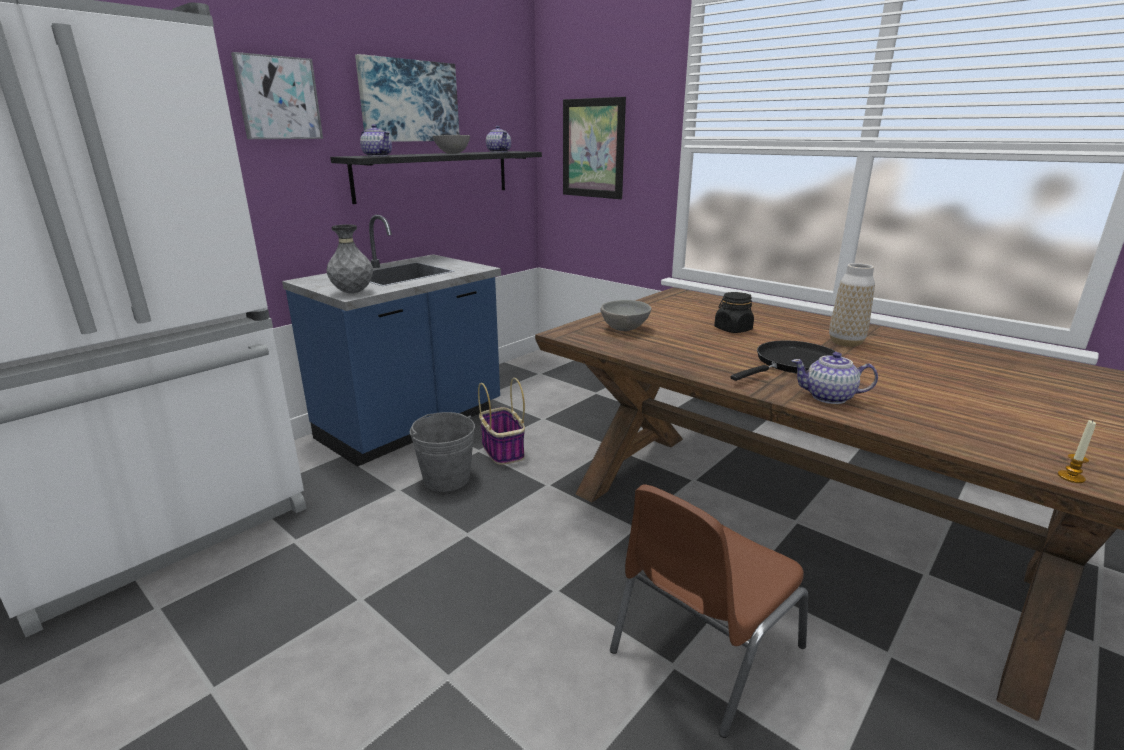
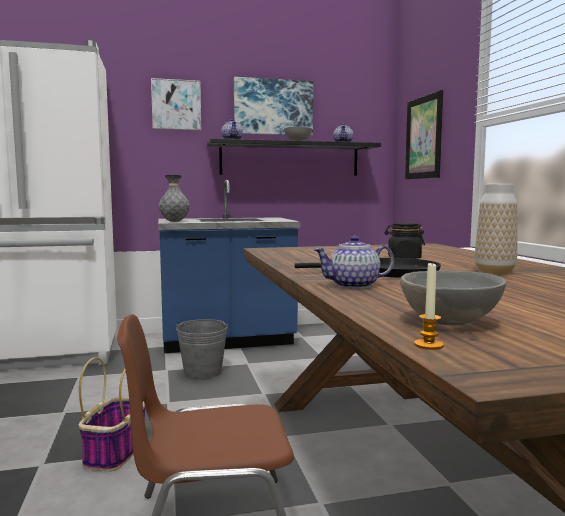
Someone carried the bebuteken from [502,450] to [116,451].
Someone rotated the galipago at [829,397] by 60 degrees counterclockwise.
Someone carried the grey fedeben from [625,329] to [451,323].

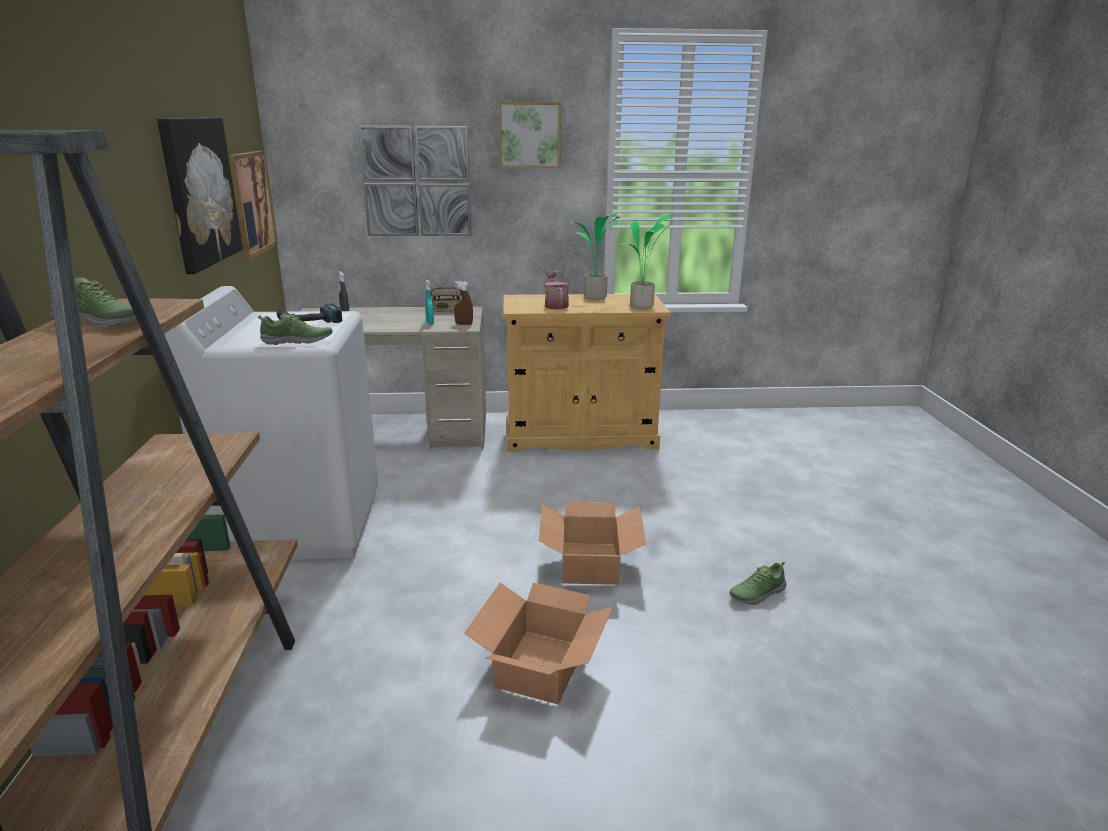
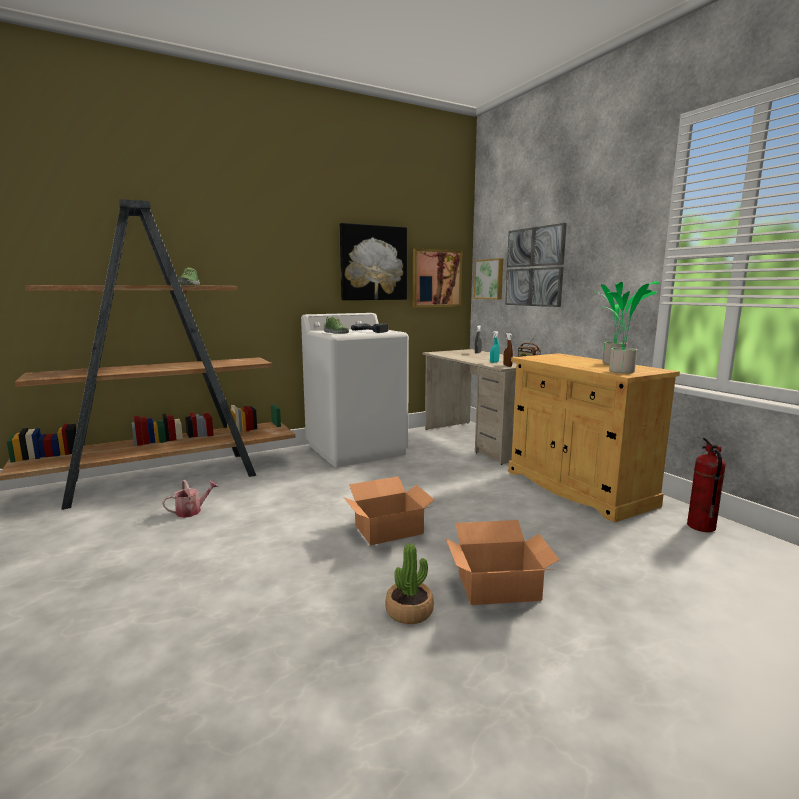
Someone carried the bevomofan from [555,305] to [192,511].
Someone swapped the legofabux at [756,593] for the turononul at [409,611].
Someone carried the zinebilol from [542,665] to [499,586].
Someone carried the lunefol from [529,135] to [489,279].
Someone put down the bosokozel at [700,526].

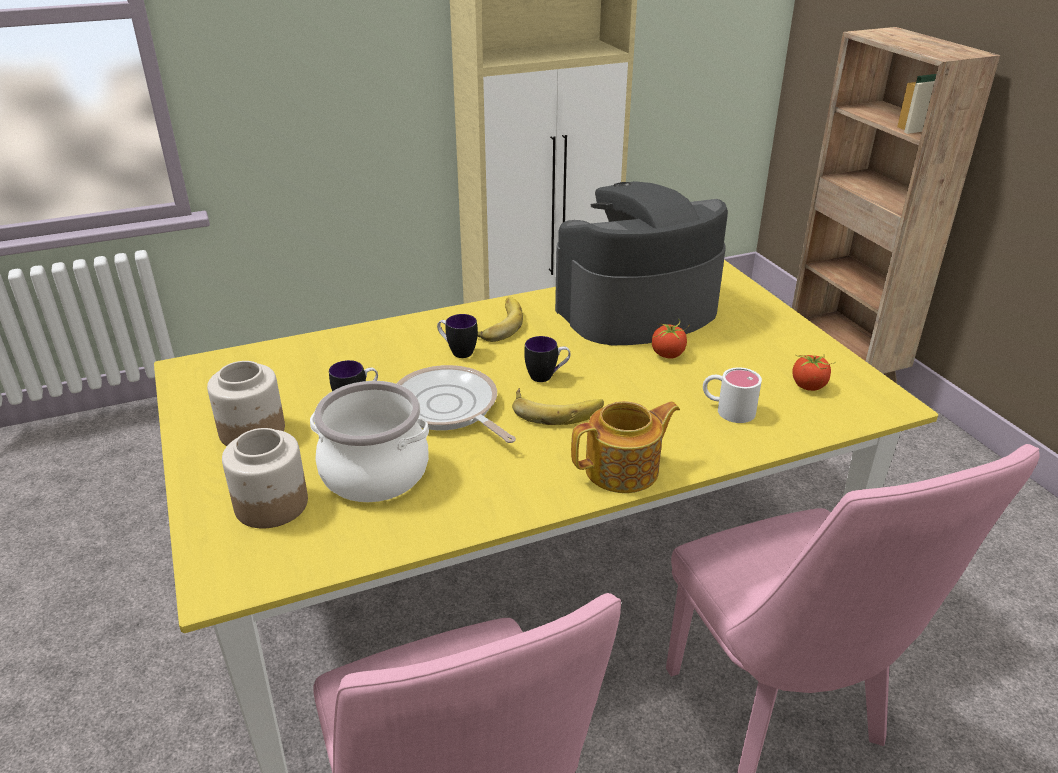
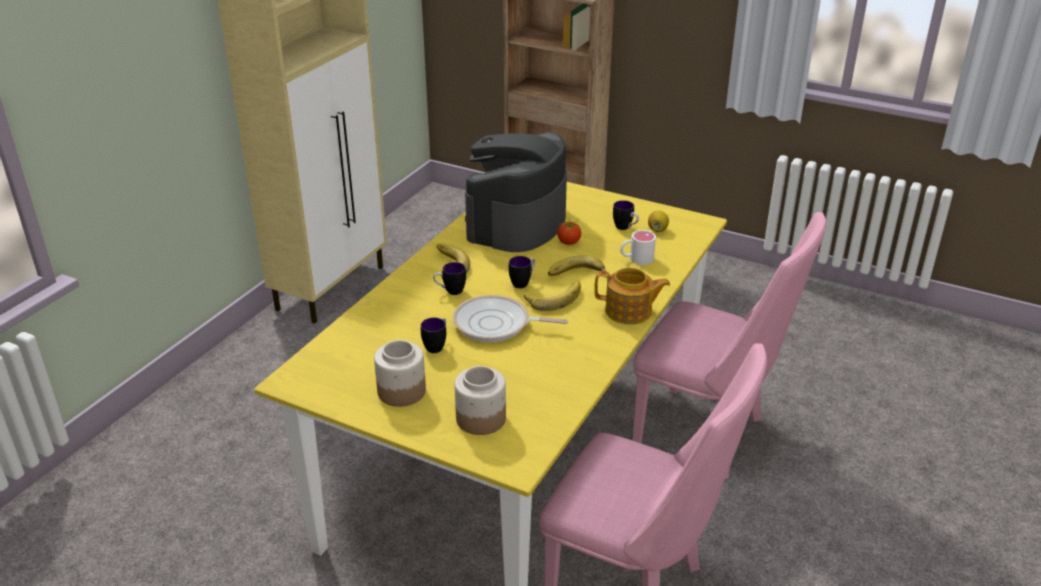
Someone put down the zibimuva at [577,275].
Someone rotated the galipago at [624,470] by 75 degrees clockwise.
Someone put down the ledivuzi at [625,228].
Someone swapped the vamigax at [809,386] for the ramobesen at [657,229].
Someone took away the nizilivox at [374,473].

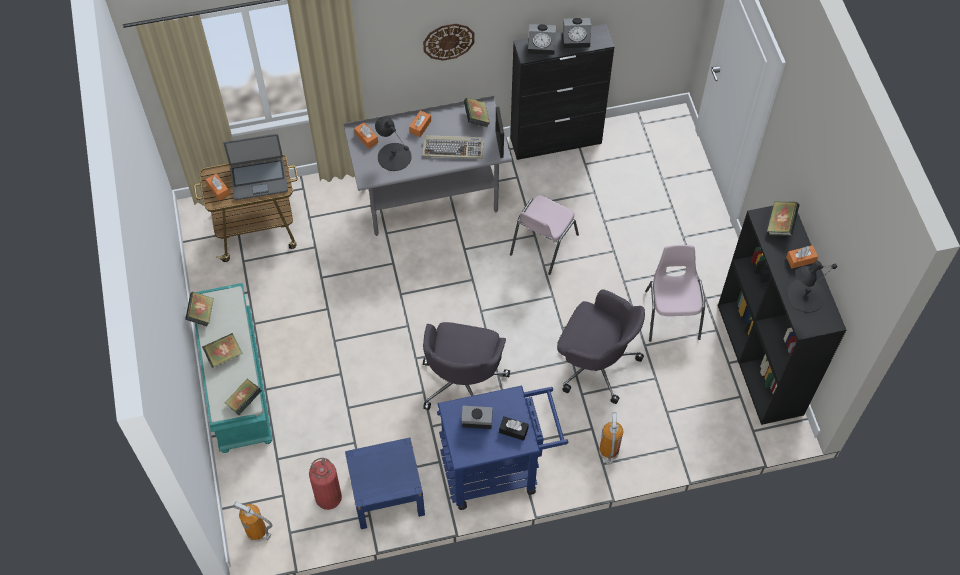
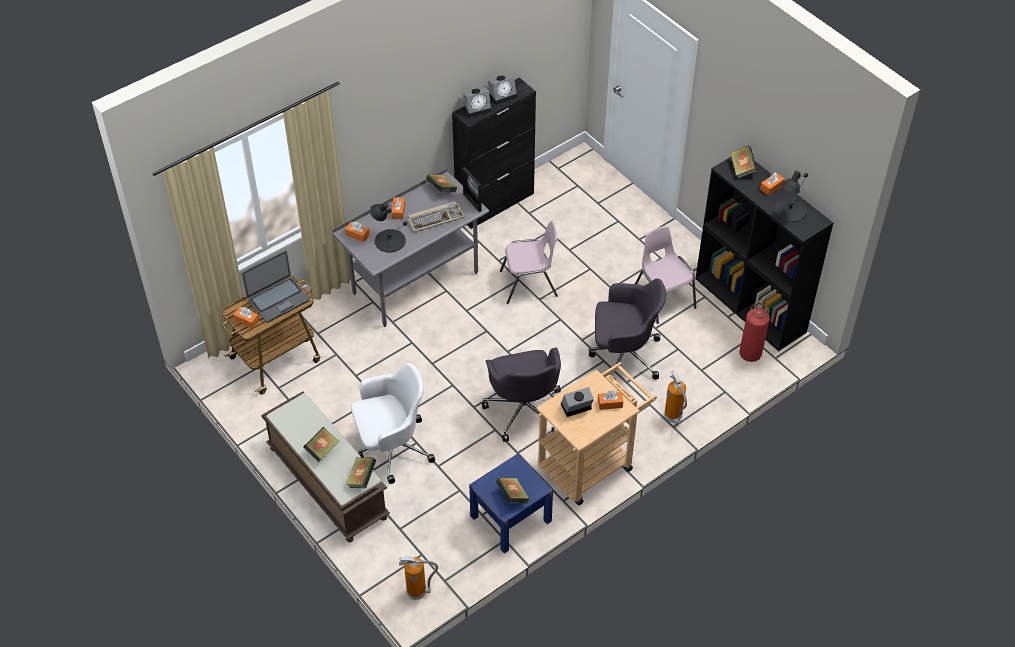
Someone repainted the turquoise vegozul at [235,380], which became the brown vegozul at [326,482].
Someone put down the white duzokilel at [391,448].
Someone carried the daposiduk from [201,314] to [512,496].
Someone rotated the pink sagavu at [542,245] by 105 degrees counterclockwise.
Someone repainted the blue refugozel at [498,468], which became the beige refugozel at [591,463].
Someone repainted the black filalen at [513,430], which became the orange filalen at [610,403].
Someone carried the bosokozel from [328,498] to [750,354].
Someone took away the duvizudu at [448,41].

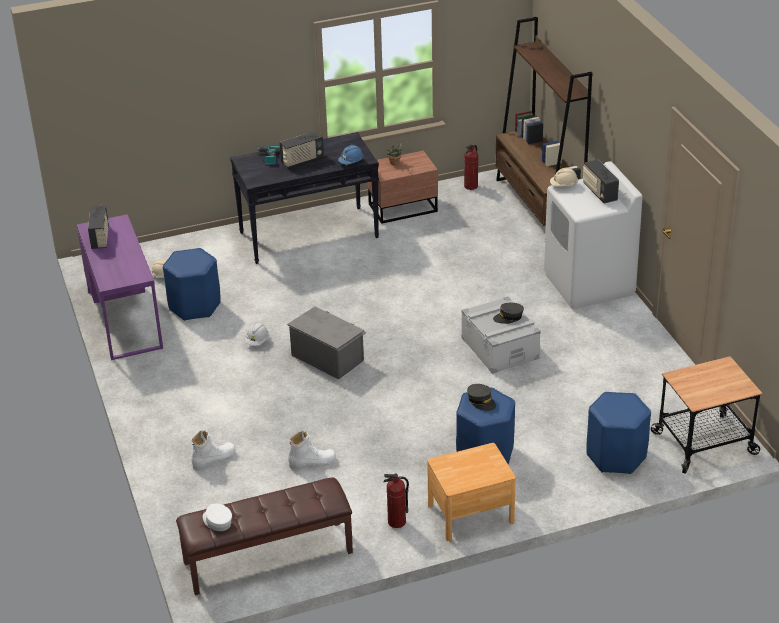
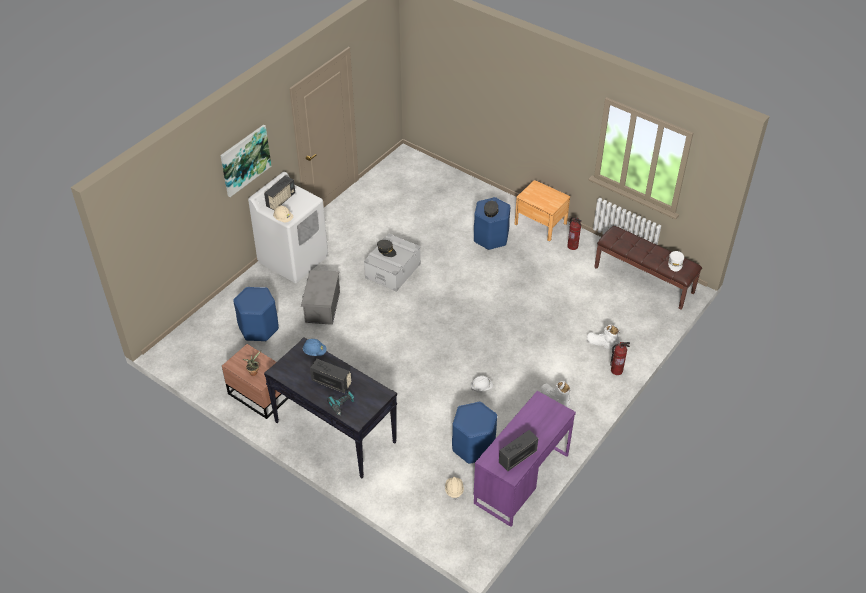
Someone put up the lunefol at [245,160].
Someone carried the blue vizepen from [616,456] to [259,328].
Someone carried the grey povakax from [328,357] to [322,307].
Someone carried the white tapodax from [312,462] to [554,398].
Someone carried the bosokozel from [471,186] to [616,370].
Someone took away the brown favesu at [538,207].
Someone took away the refugozel at [704,444].

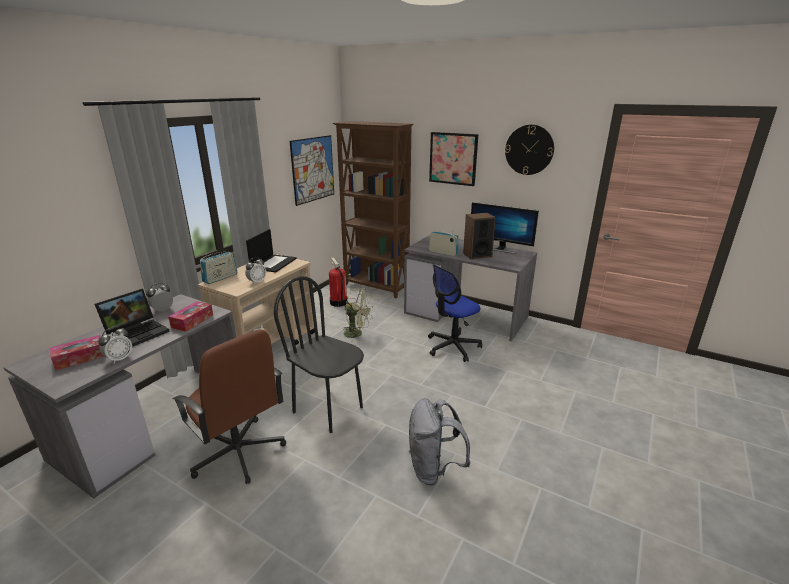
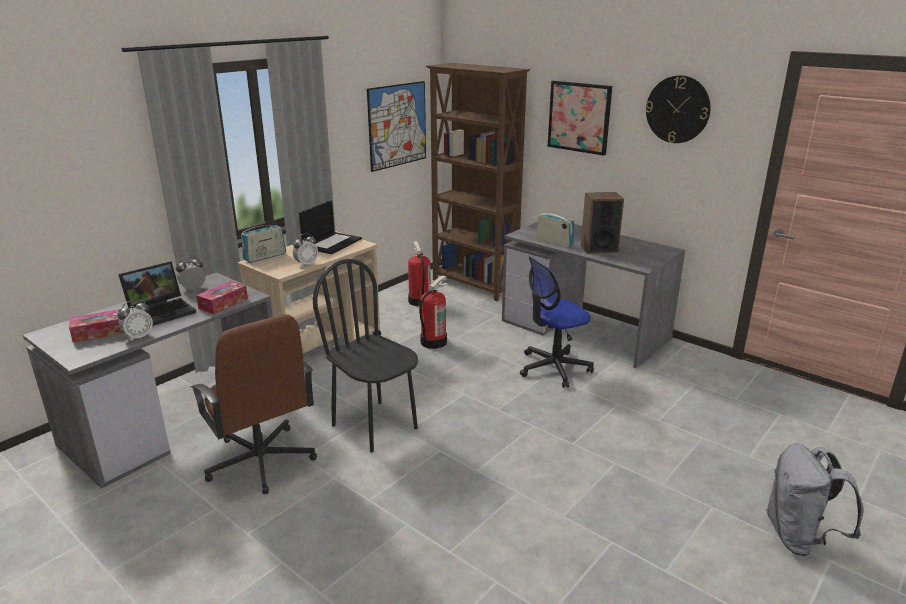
Someone swapped the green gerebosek at [357,334] for the bosokozel at [433,342].
Someone carried the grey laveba from [434,469] to [799,538].
Someone took away the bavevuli at [500,249].

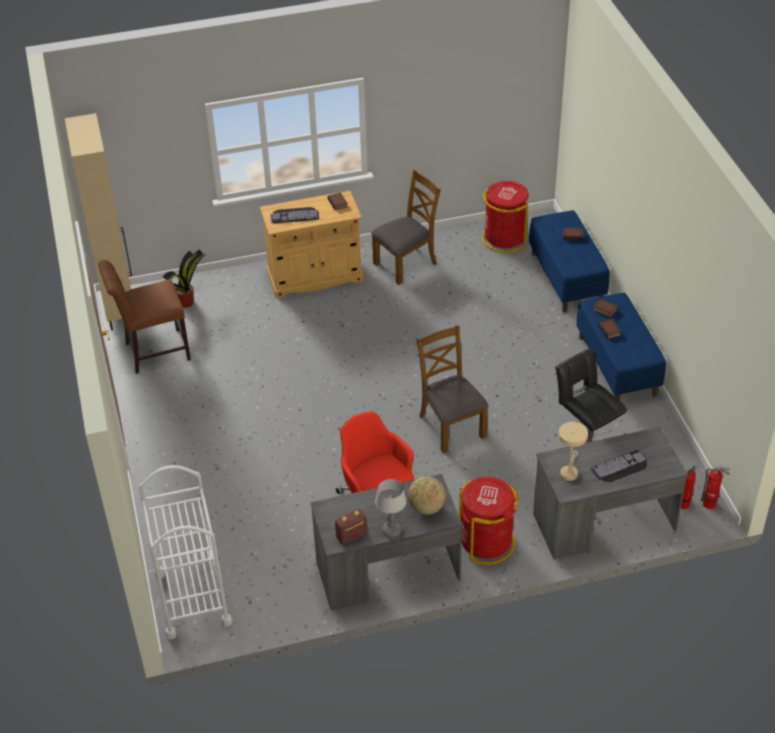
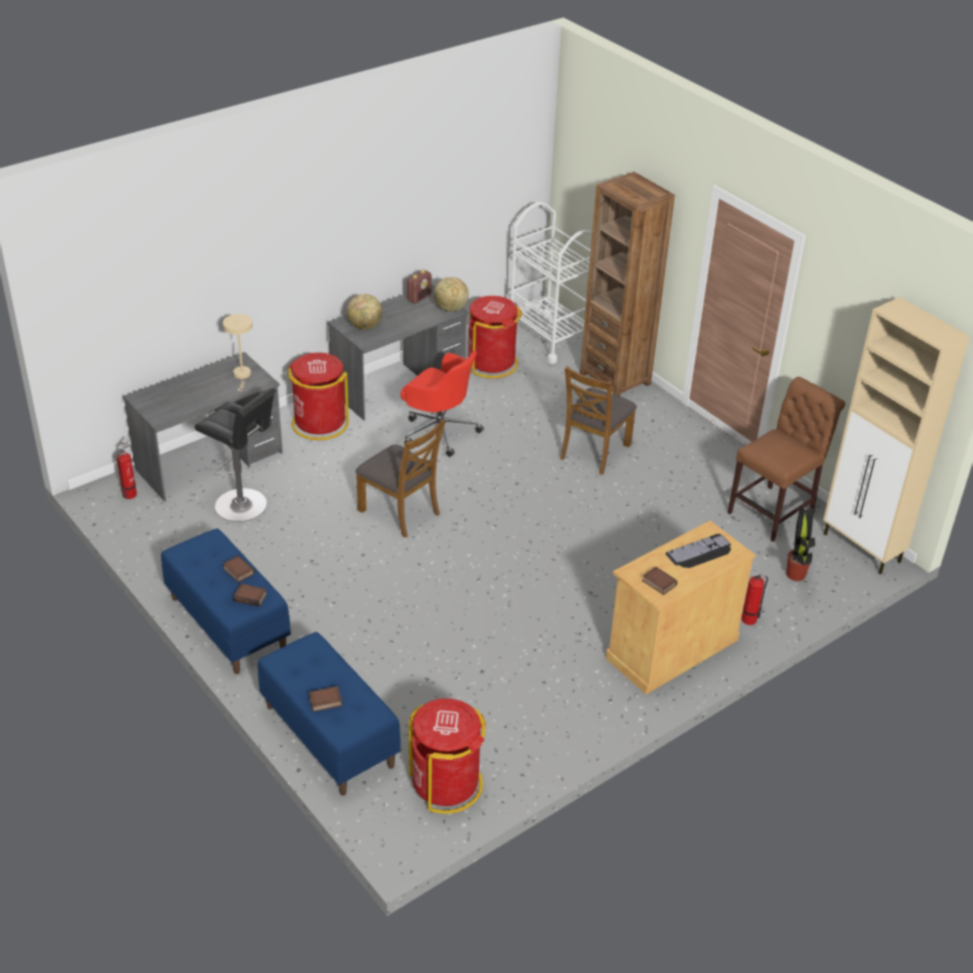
Someone put down the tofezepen at [450,309].
Someone put down the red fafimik at [492,363].
Someone carried the brown sagavu from [406,263] to [594,451].
Someone put down the brown favesu at [615,379].
Someone carried the bosokozel from [711,504] to [746,619].
Someone took away the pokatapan at [392,530].
Someone took away the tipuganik at [620,468].

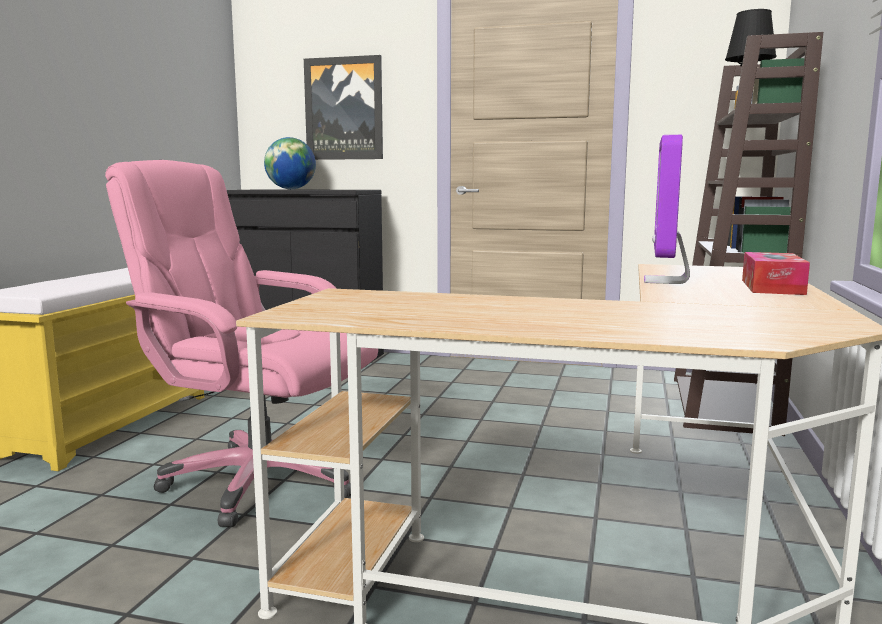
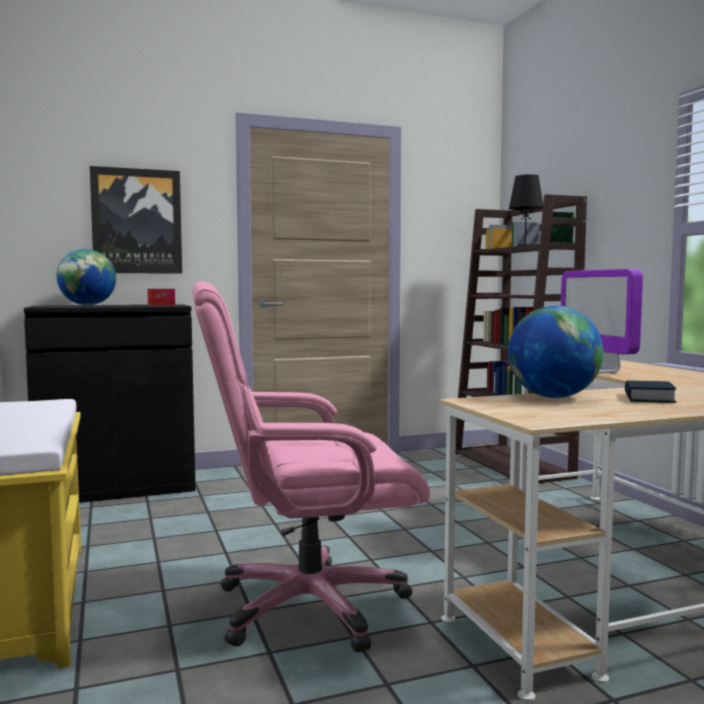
Someone carried the filalen from [772,287] to [161,305].
Someone put down the tofezepen at [553,397].
Someone put down the daposiduk at [648,398].

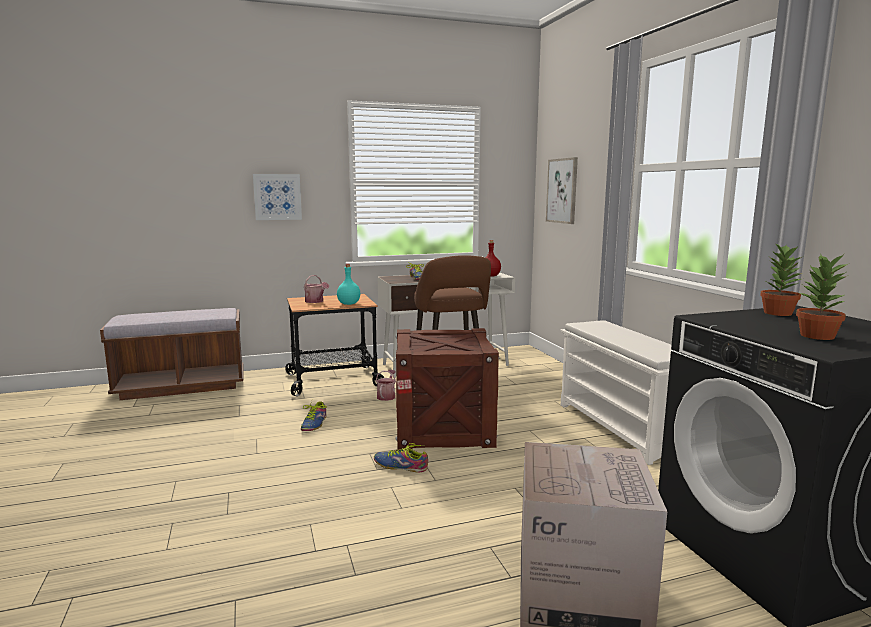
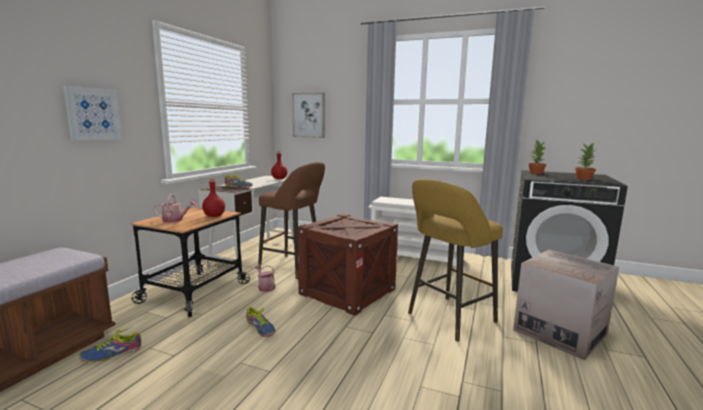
Someone carried the legofabux from [400,466] to [112,354].
Someone repainted the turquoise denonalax at [349,304], which became the red denonalax at [214,216].
Someone put down the yellow vizepen at [448,319].

